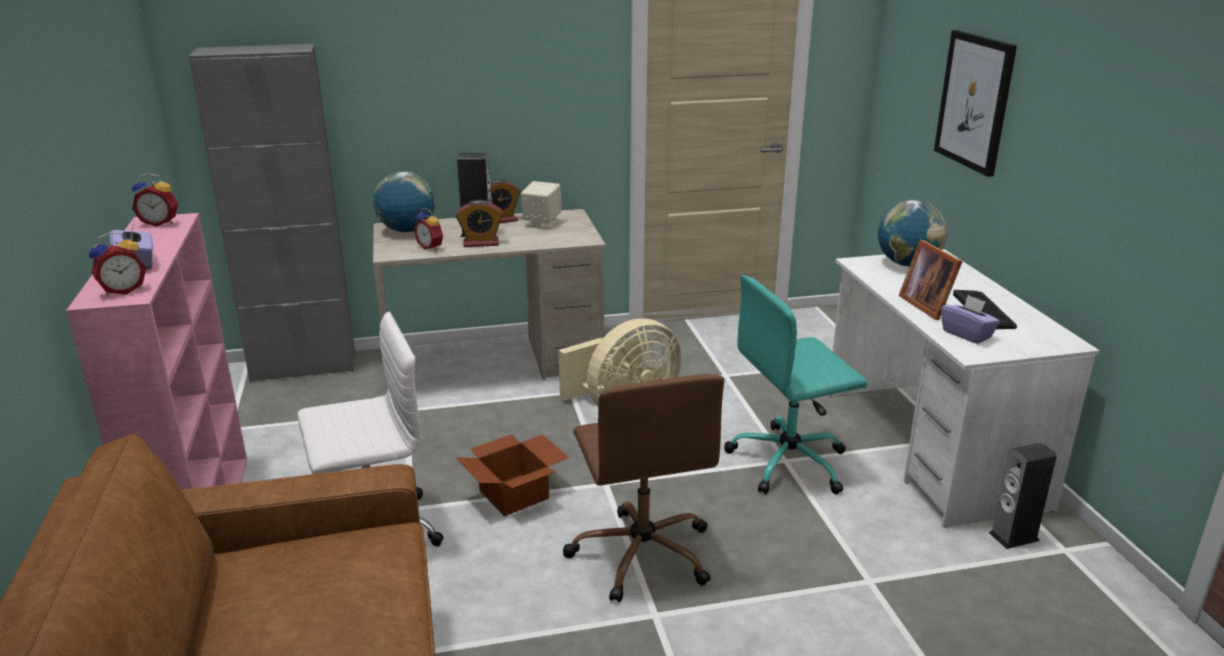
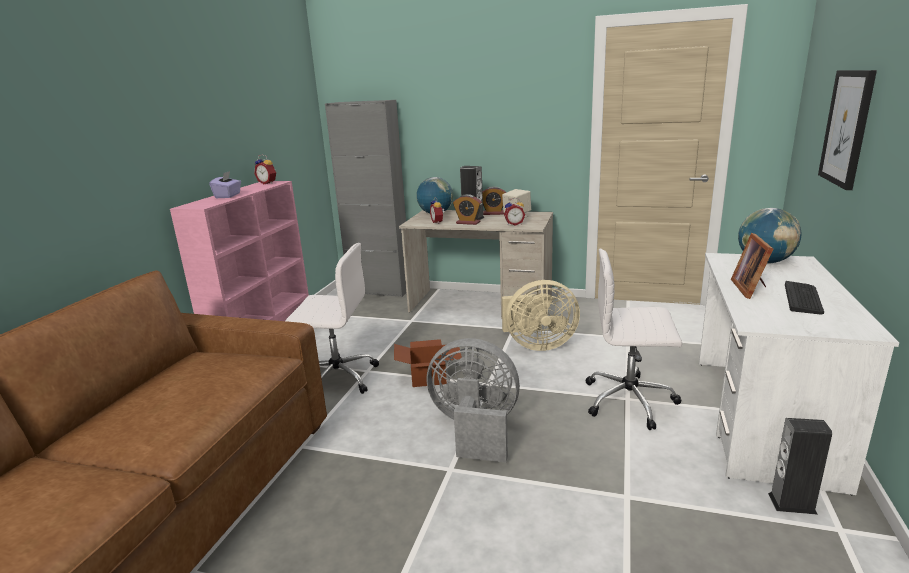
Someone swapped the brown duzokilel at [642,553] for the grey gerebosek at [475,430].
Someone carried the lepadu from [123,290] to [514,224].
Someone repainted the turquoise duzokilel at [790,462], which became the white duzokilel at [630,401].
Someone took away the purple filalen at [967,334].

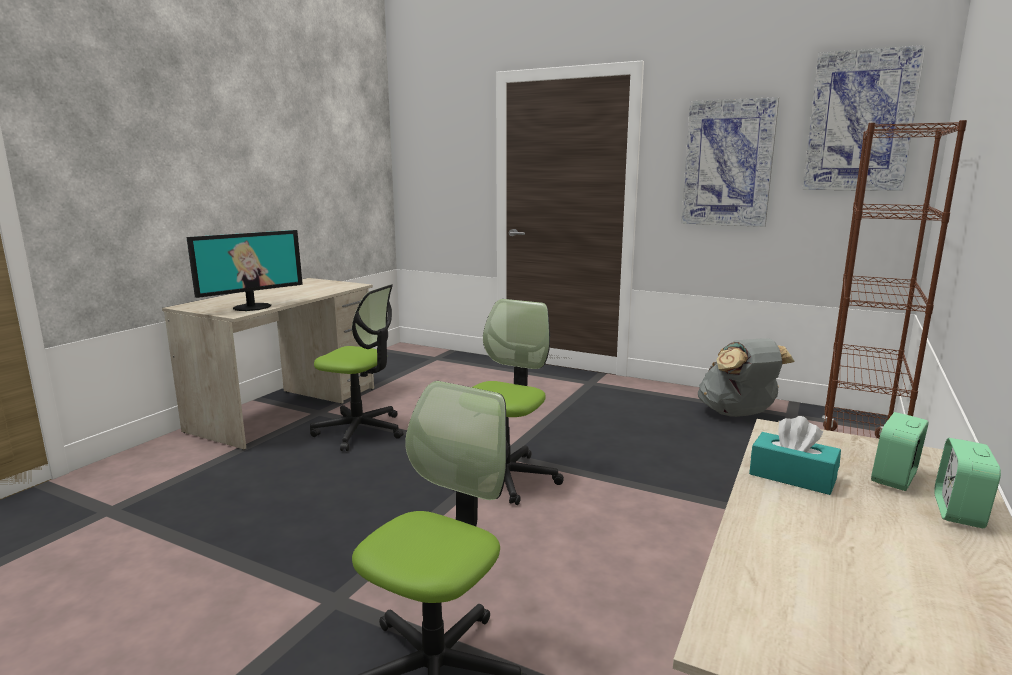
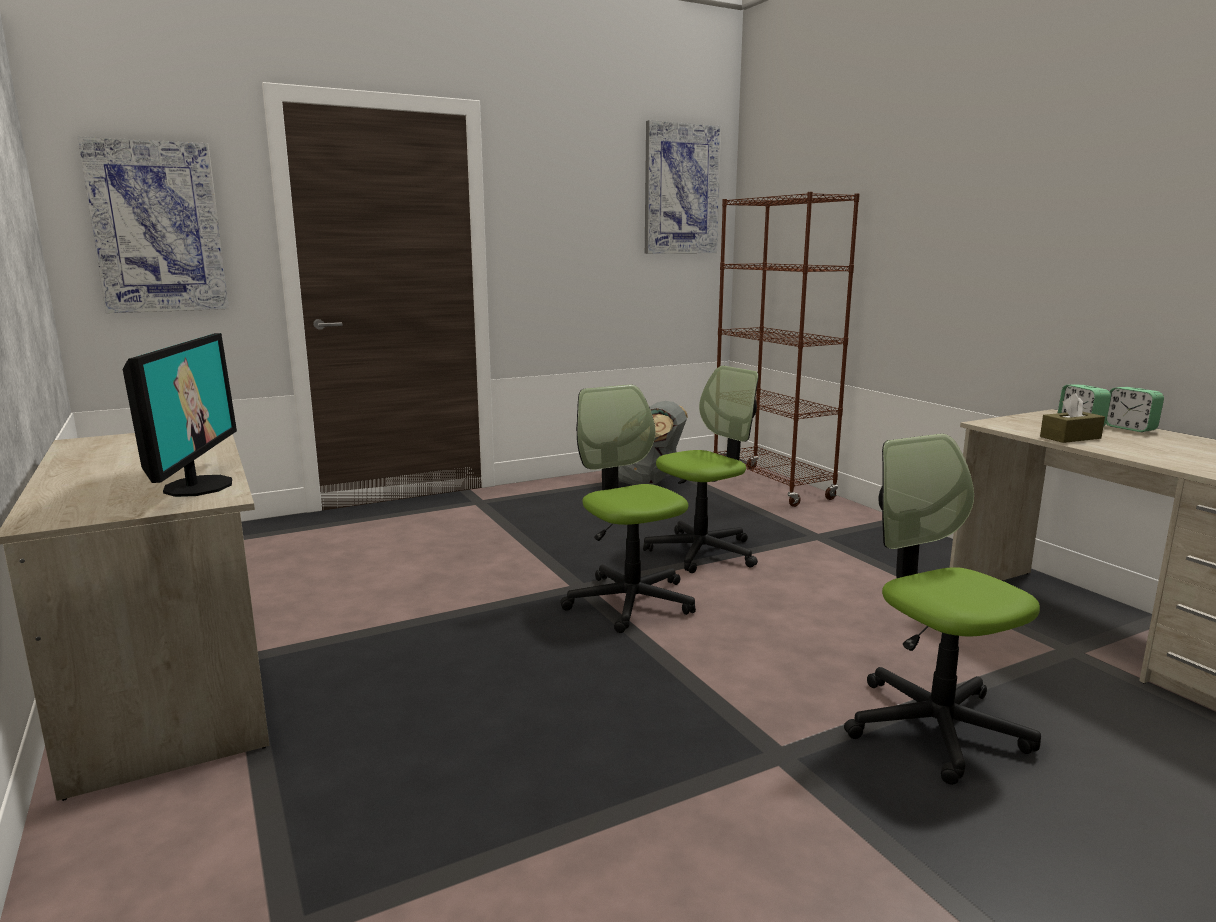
Someone carried the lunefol from [728,163] to [157,227].
Someone carried the duzokilel from [360,431] to [702,552].
Someone repainted the turquoise filalen at [792,476], which became the brown filalen at [1070,437].

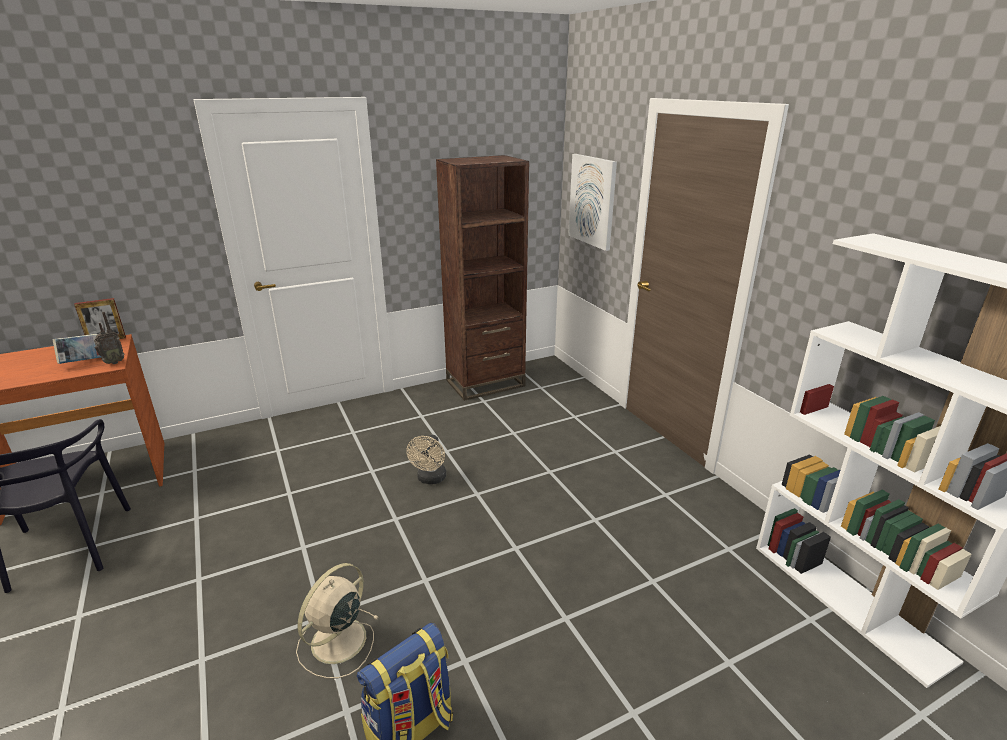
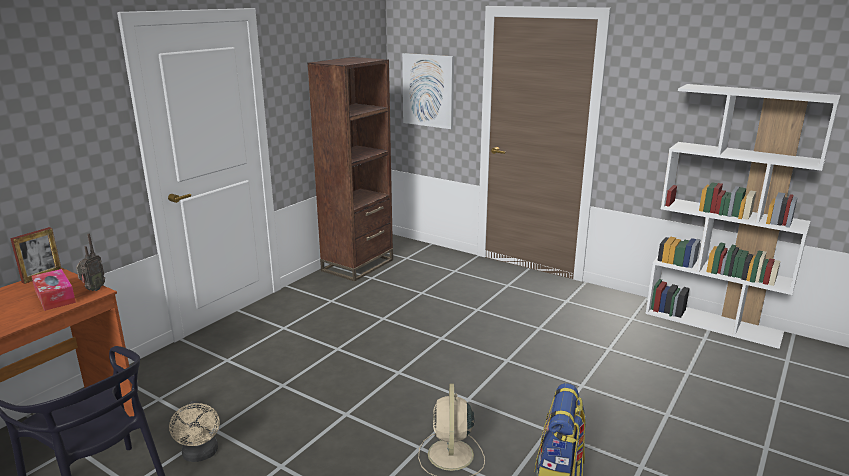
Someone swapped the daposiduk at [83,362] for the filalen at [55,297].
Someone carried the beige gerebosek from [430,479] to [200,455].

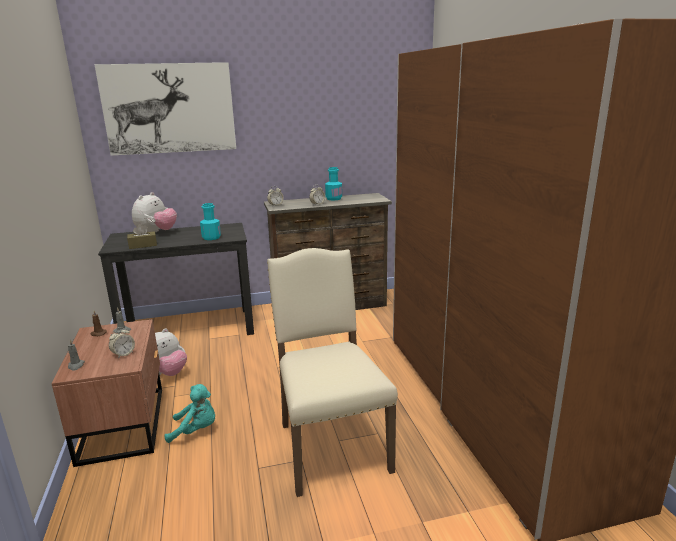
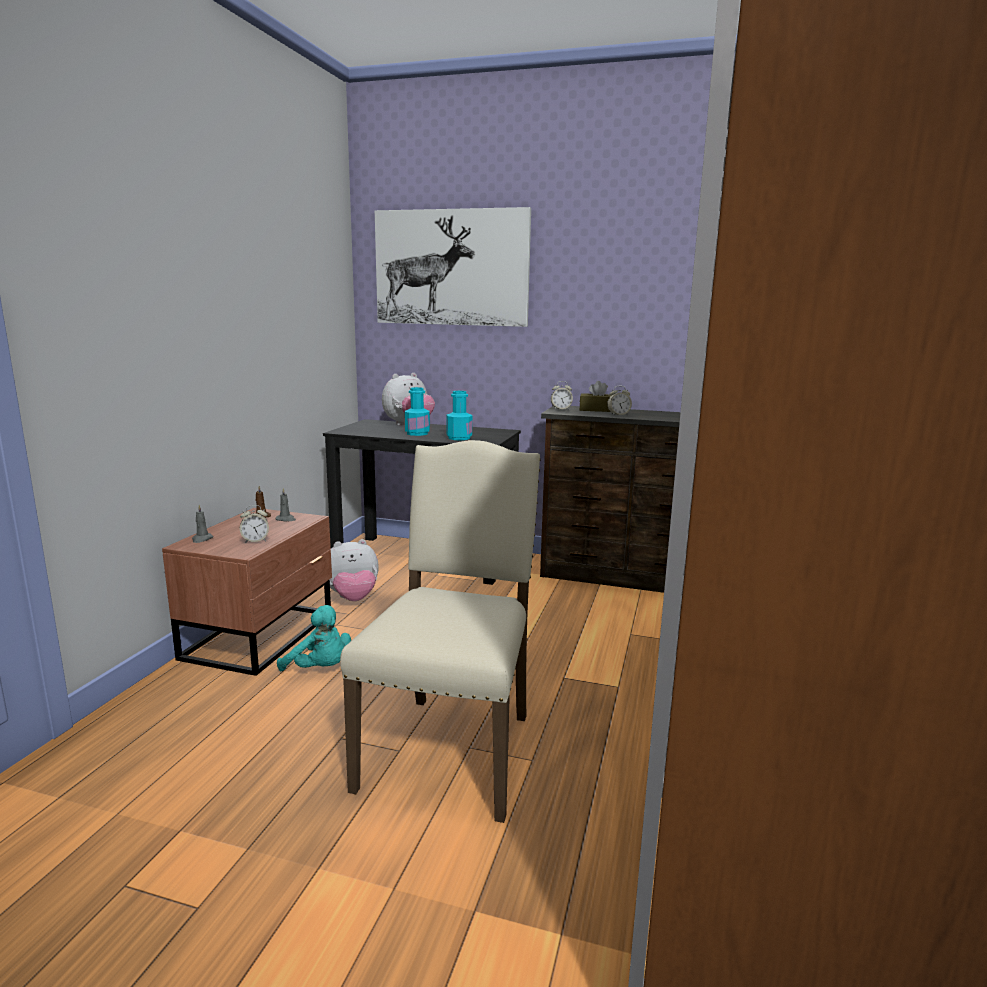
Someone carried the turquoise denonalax from [334,198] to [417,433].
Someone carried the brown filalen from [143,245] to [597,410].

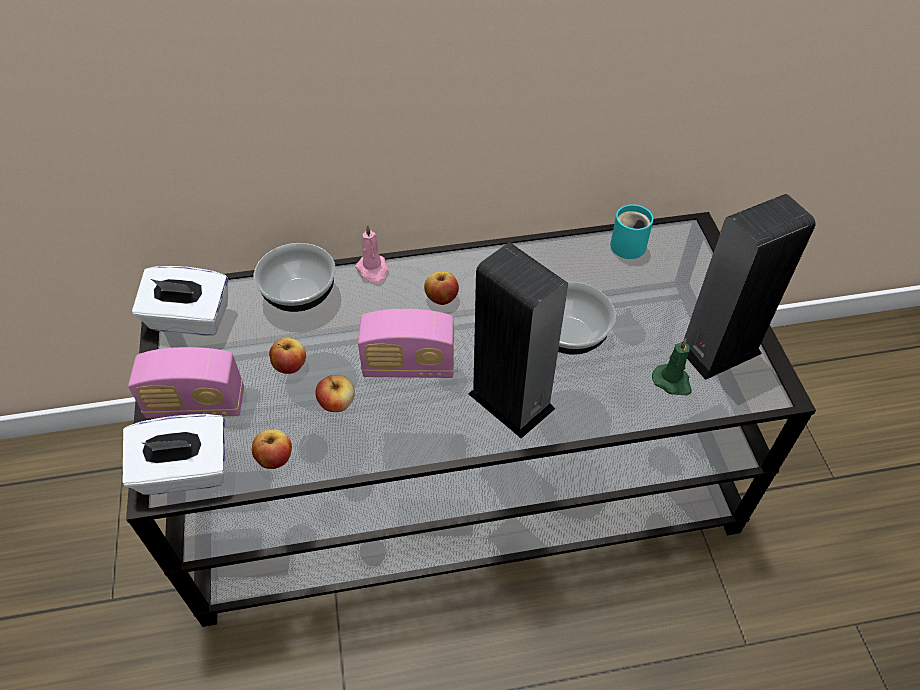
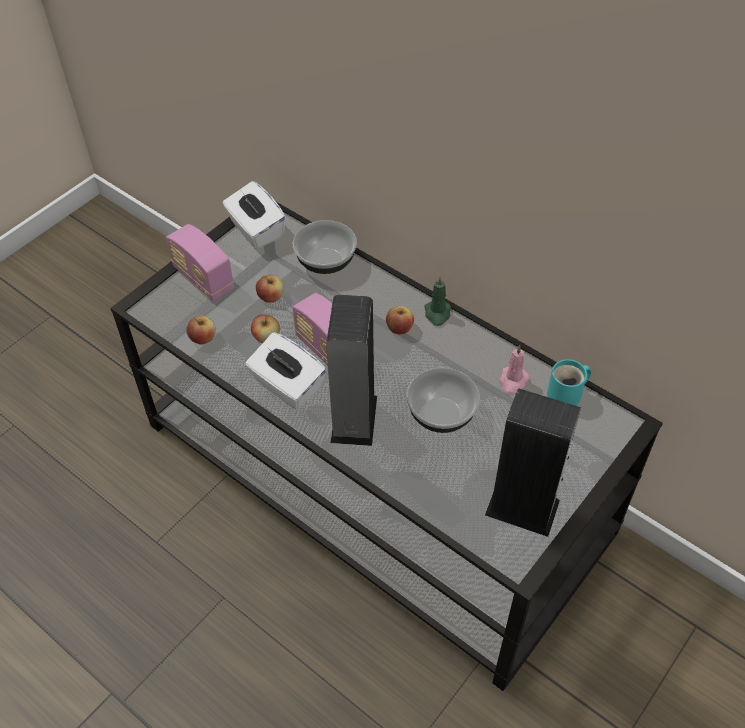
Someone carried the white filalen from [185,472] to [287,386].
Someone carried the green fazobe from [672,382] to [437,314].
Someone carried the pink fazobe from [373,270] to [513,381].

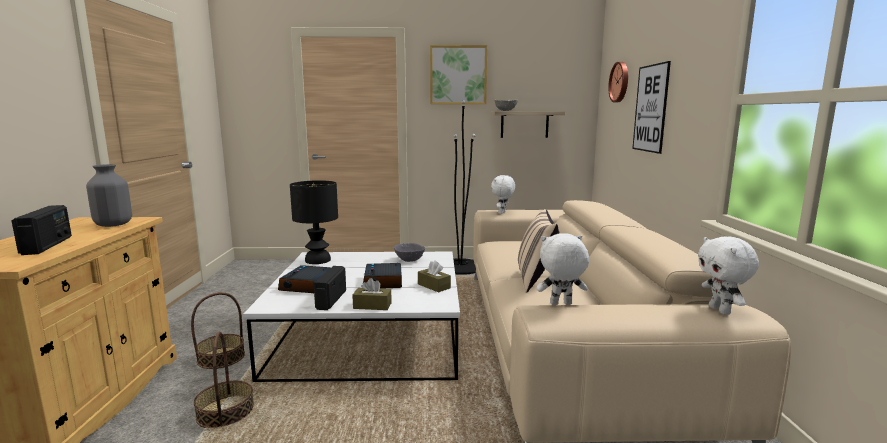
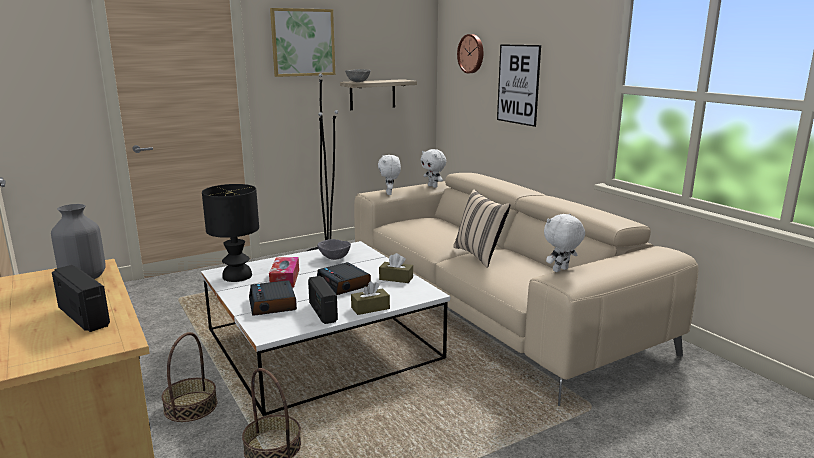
Someone put down the filalen at [285,279].
Someone carried the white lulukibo from [721,310] to [433,186].

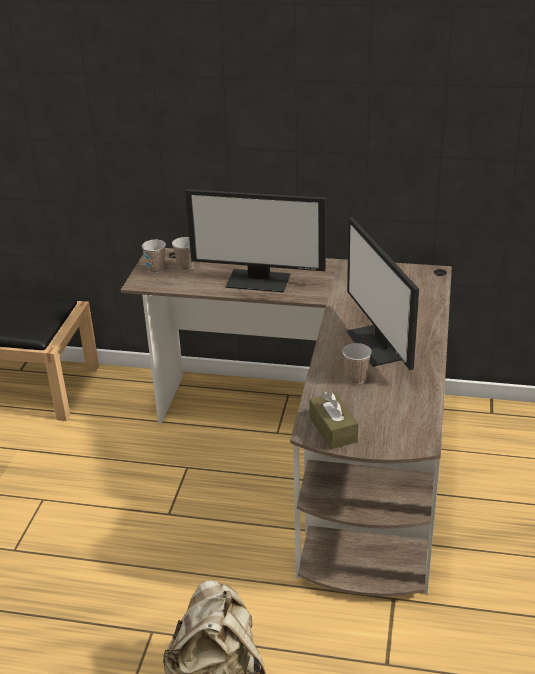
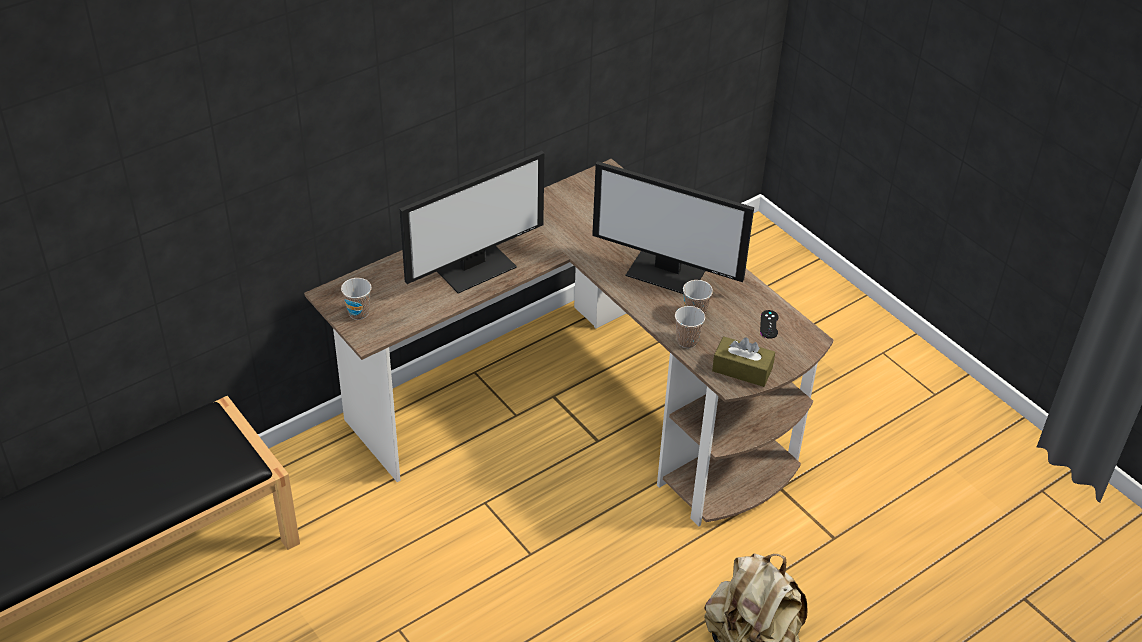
Someone carried the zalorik from [186,266] to [687,341].
Someone put down the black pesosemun at [769,324].

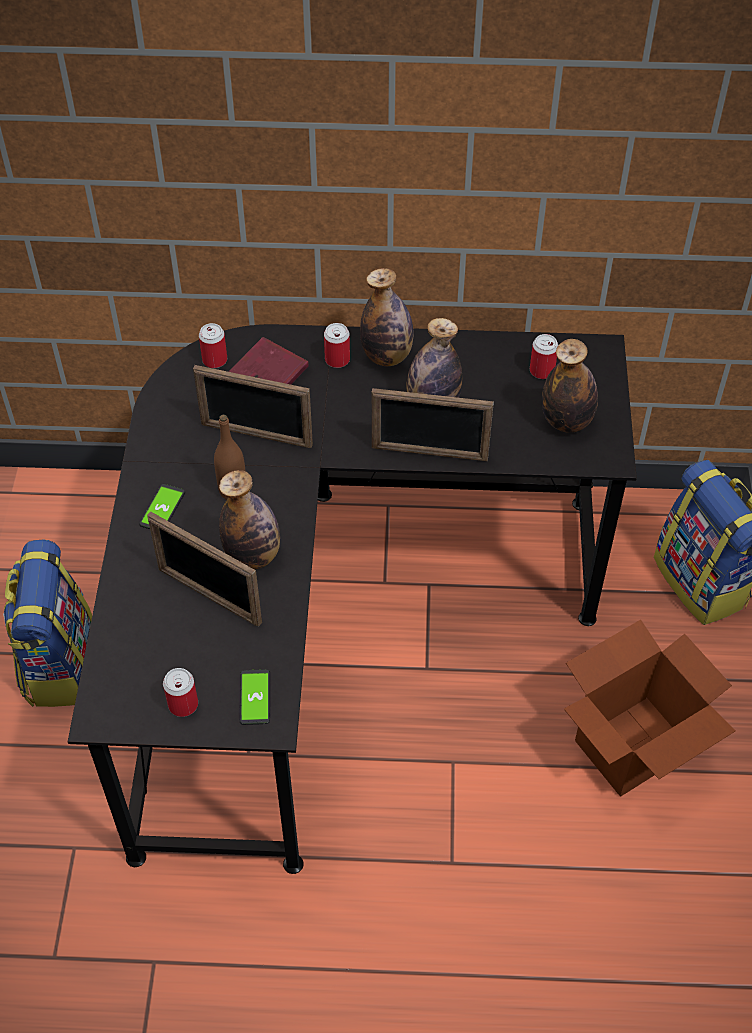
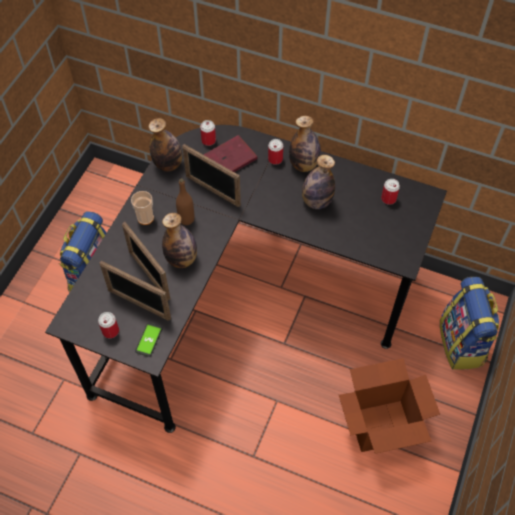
Someone carried the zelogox from [429,453] to [139,304].
Someone swapped the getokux at [162,508] for the zalorik at [145,218].
Someone carried the denonalax from [566,421] to [168,164].

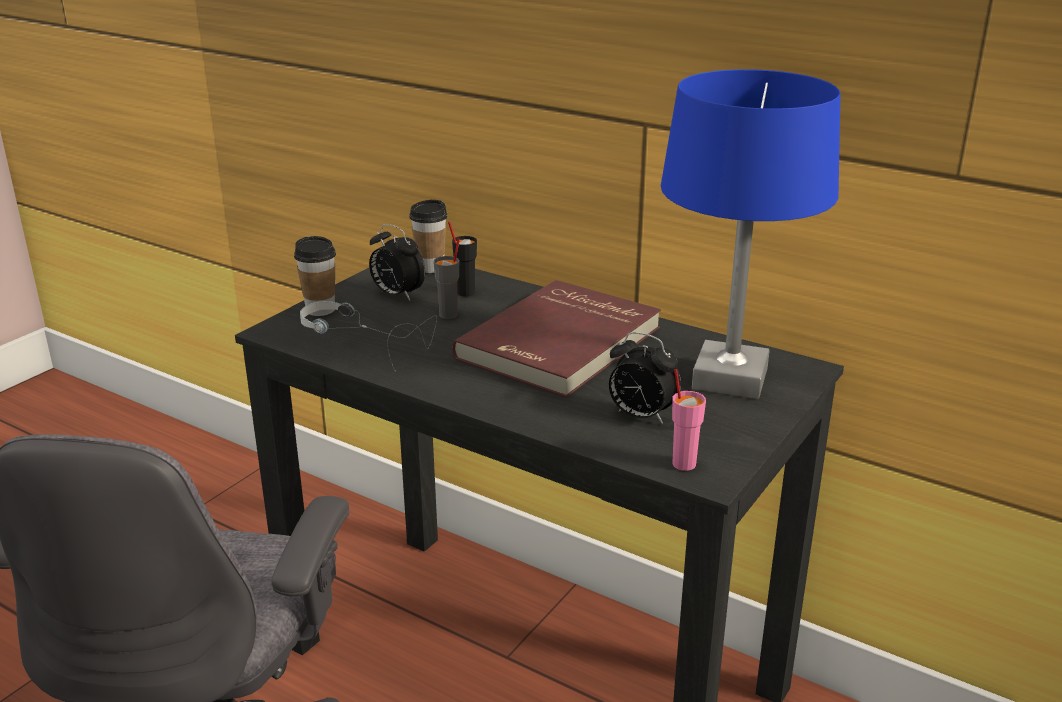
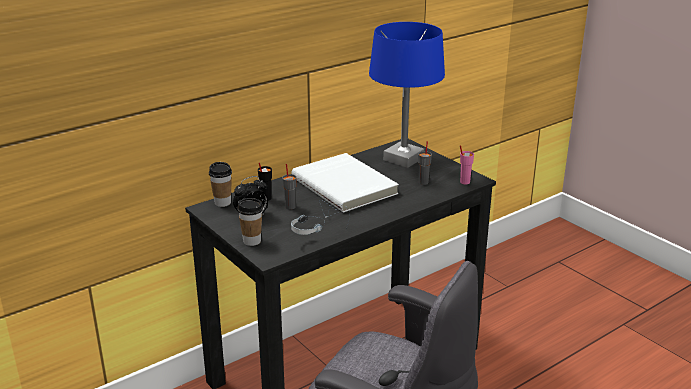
Someone repainted the red daposiduk at [562,344], which became the white daposiduk at [345,185].
Someone swapped the lepadu at [640,416] for the grey zalorik at [423,182].

